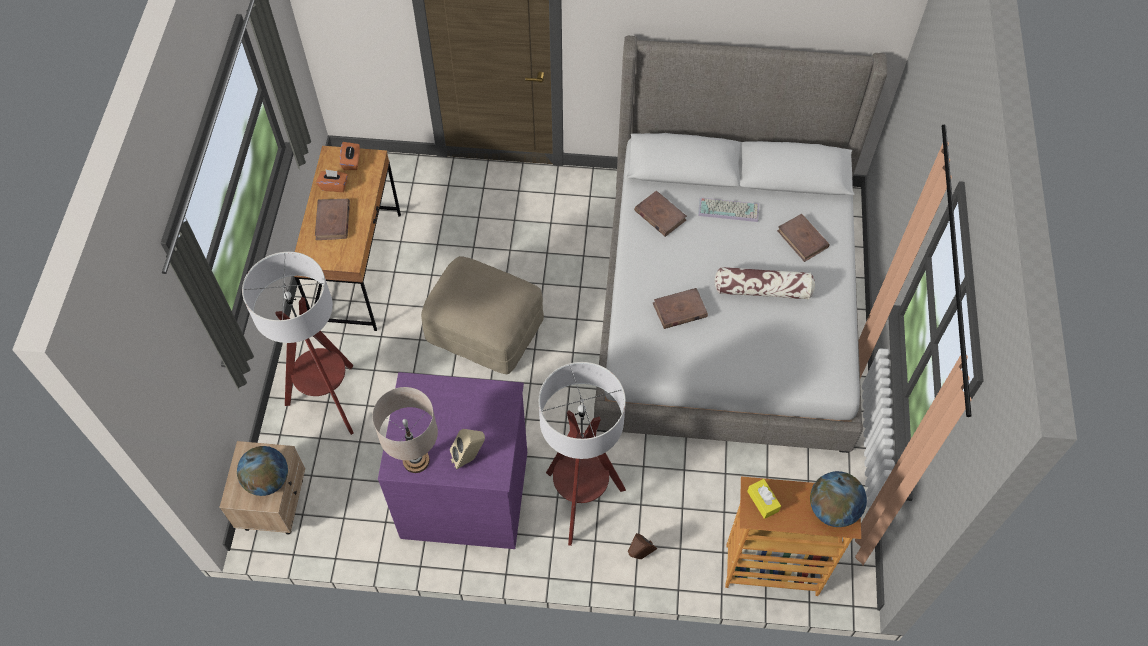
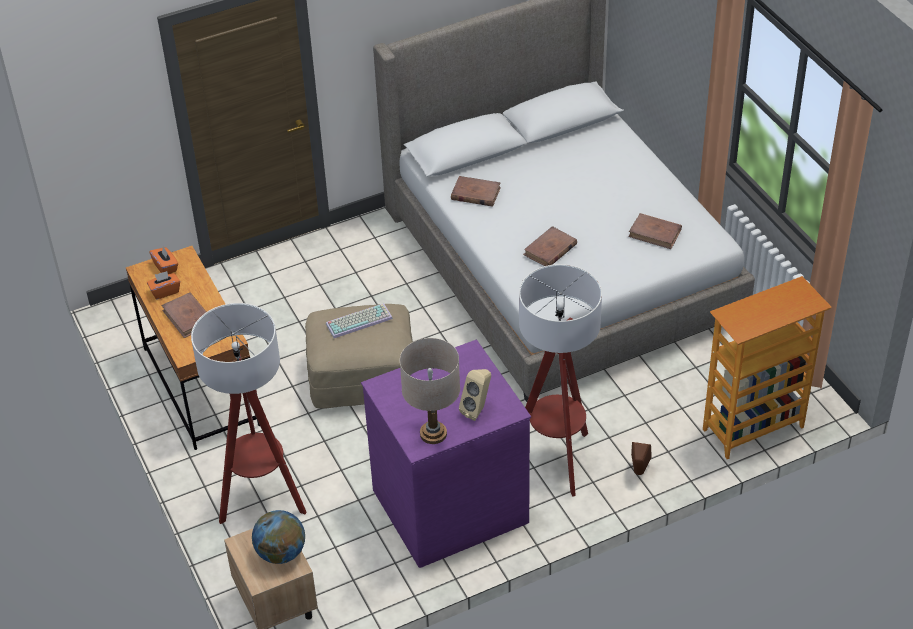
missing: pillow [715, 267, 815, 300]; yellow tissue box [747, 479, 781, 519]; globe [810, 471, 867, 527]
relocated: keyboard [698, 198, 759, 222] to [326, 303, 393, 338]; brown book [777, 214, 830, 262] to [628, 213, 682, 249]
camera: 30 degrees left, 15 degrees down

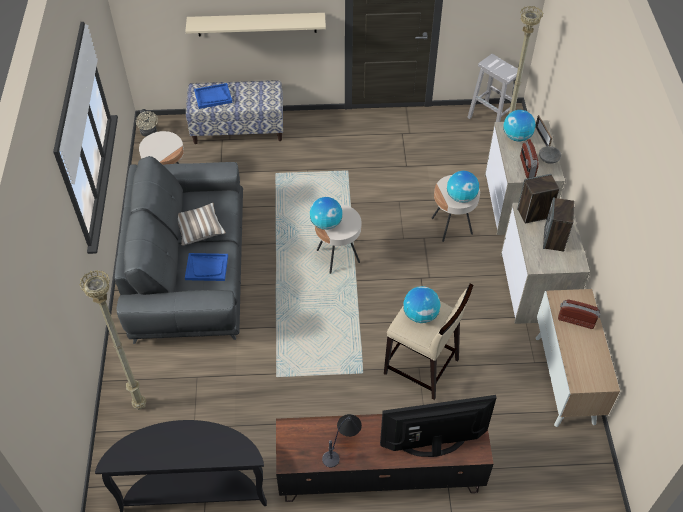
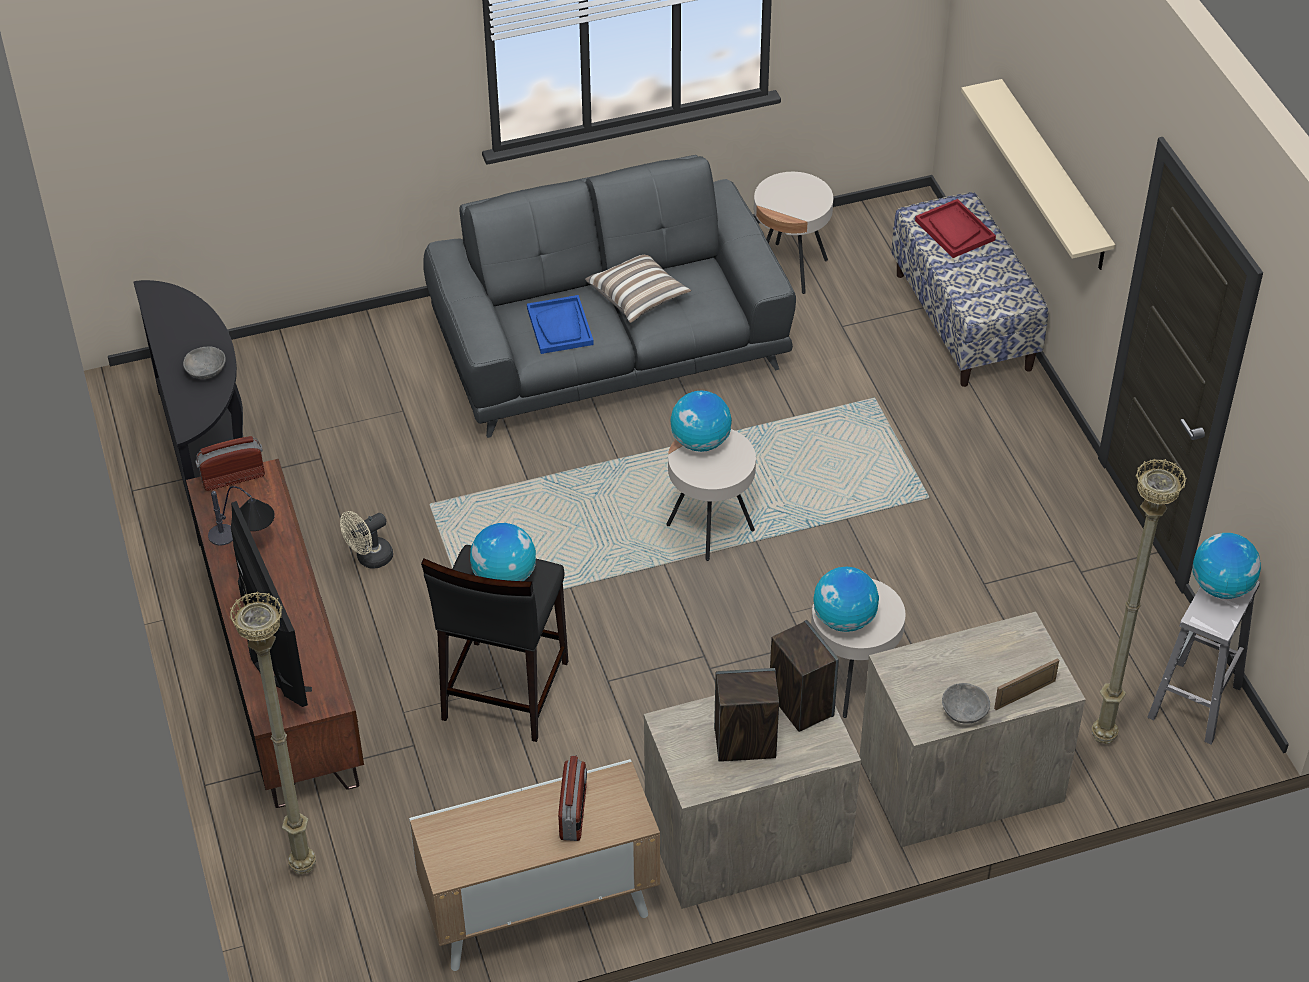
appeared: grey bowl [183, 347, 226, 379]
relocated: beige floor lamp [79, 270, 146, 410] to [229, 591, 316, 874]; beige fan [136, 109, 158, 136] to [340, 511, 393, 568]; globe [503, 110, 536, 141] to [1192, 533, 1261, 599]; radio [520, 139, 539, 178] to [195, 436, 265, 491]
colour: blue tray [194, 83, 232, 109] to red tray [915, 199, 996, 258]; beige stool [384, 283, 473, 400] to black stool [421, 545, 568, 742]
camera: 75 degrees right, 5 degrees down

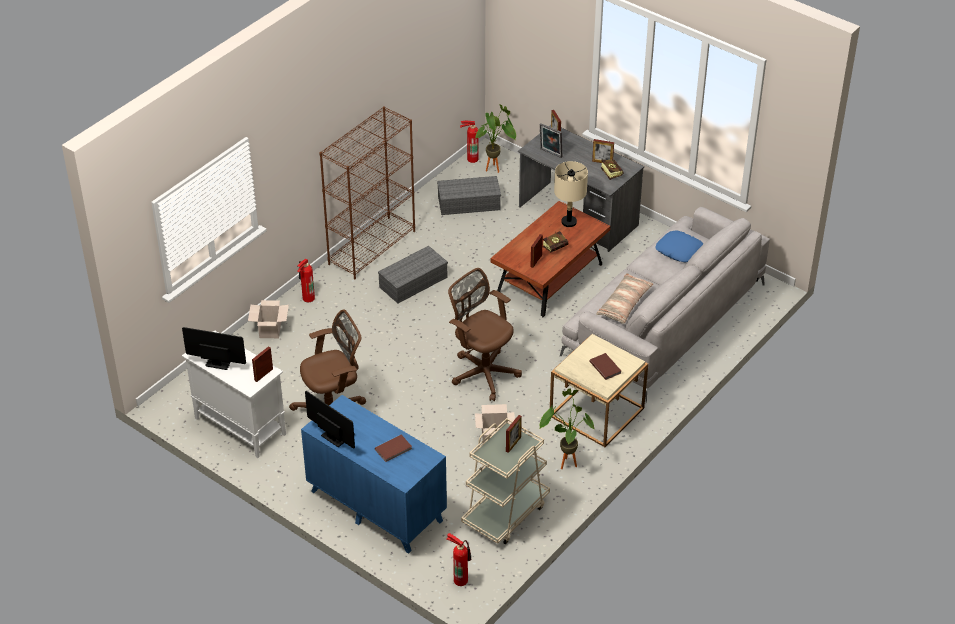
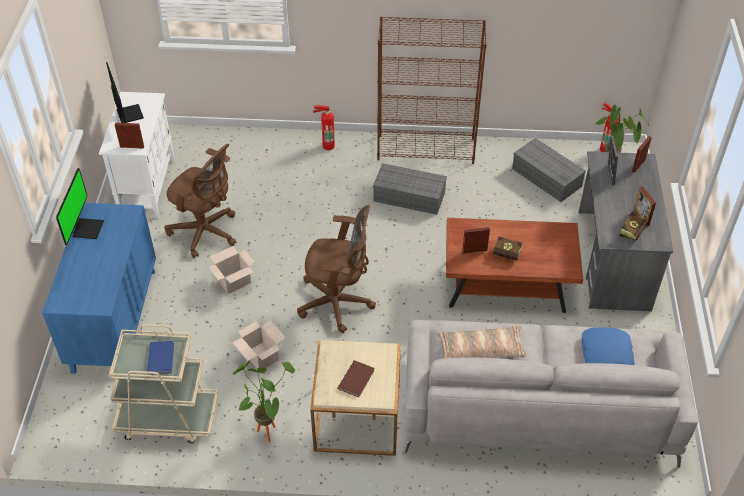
missing: brown book [375, 435, 412, 462]; fire extinguisher [446, 533, 471, 586]; beige table lamp [554, 161, 588, 227]
relocated: cardboard box [248, 300, 289, 338] to [209, 246, 255, 294]
exchanged: picture frame [506, 415, 522, 453] to blue book [147, 341, 174, 374]
spun: brown office chair [448, 268, 522, 401] = [297, 205, 376, 333] 90 degrees clockwise
camera: 55 degrees right, 5 degrees up

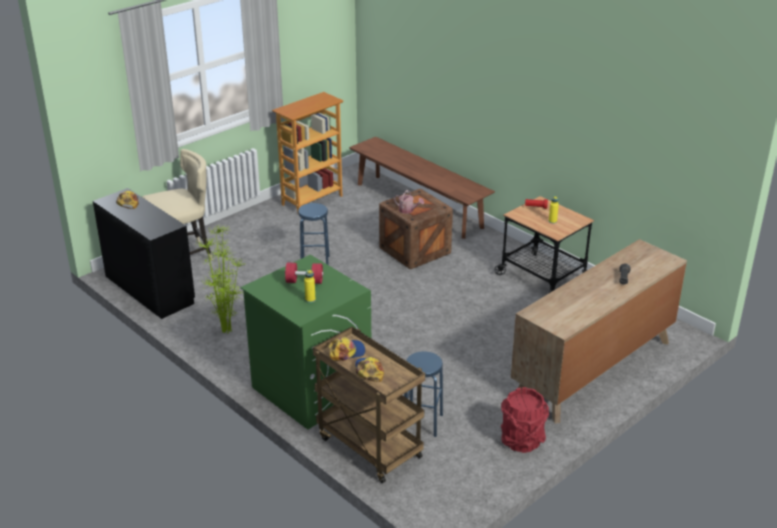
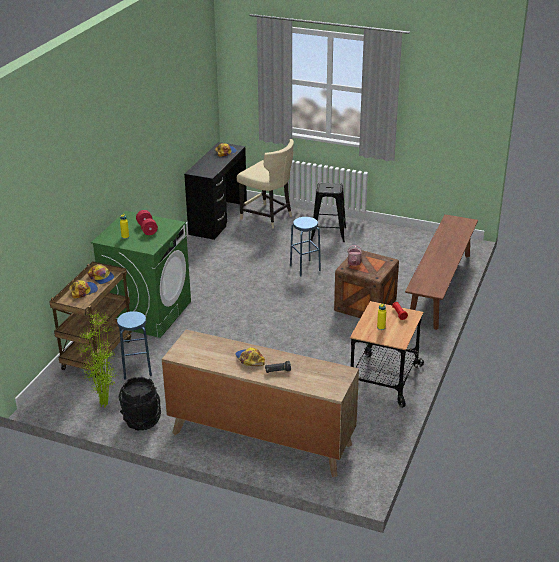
missing: bookcase [272, 92, 344, 215]
appeared: cap [235, 347, 265, 366]; black stool [311, 182, 346, 242]
relocated: potted plant [197, 225, 244, 334] to [77, 309, 116, 408]
colour: red bucket [501, 387, 549, 453] to black bucket [119, 377, 161, 430]
camera: 65 degrees right, 0 degrees up

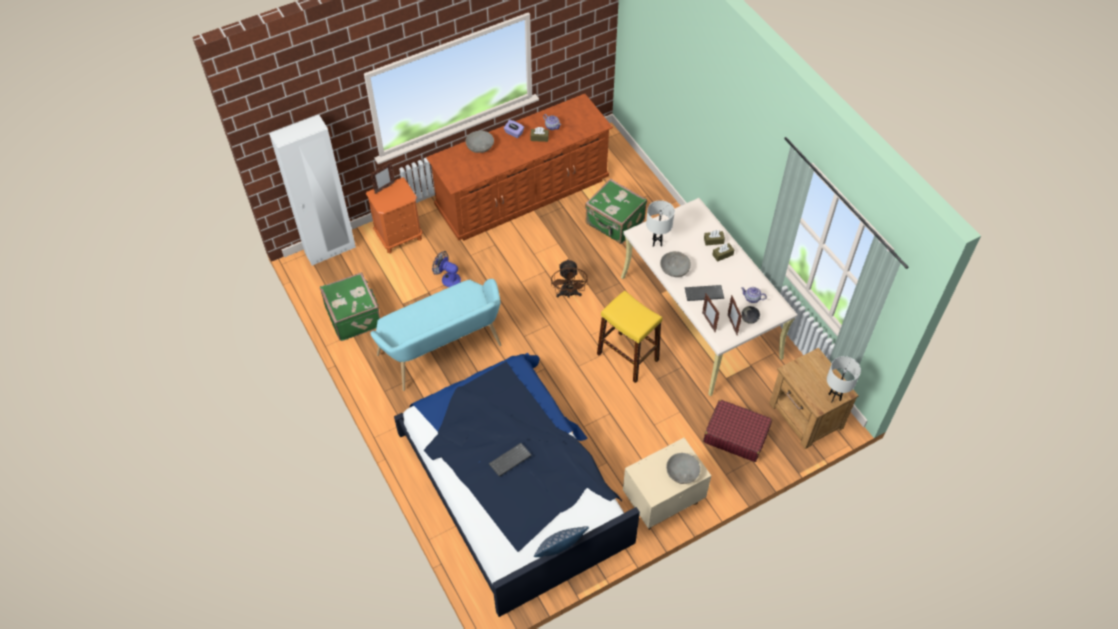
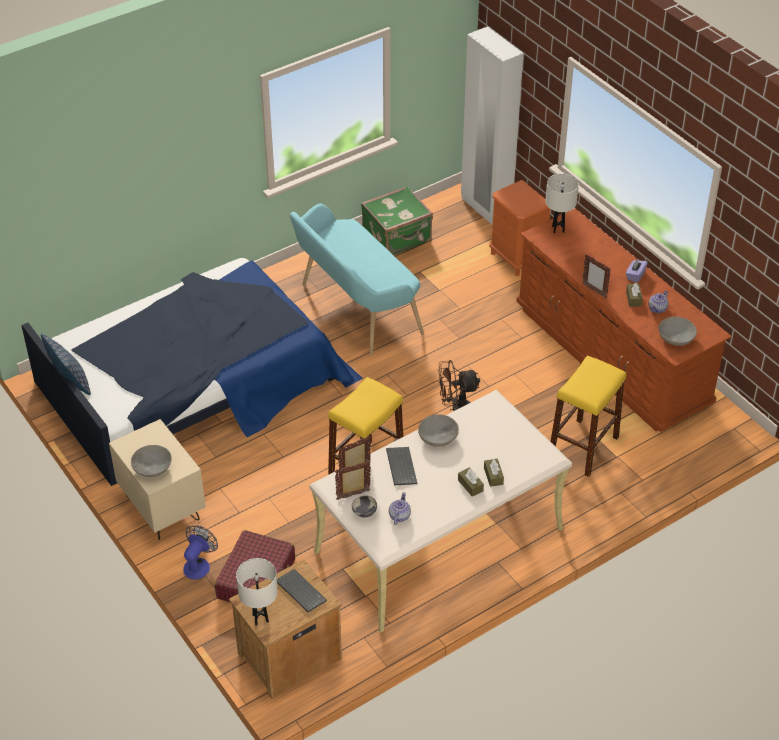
relocated: picture frame [370, 162, 395, 194] to [582, 254, 611, 298]; fan [432, 251, 461, 287] to [183, 525, 218, 580]; grey bowl [466, 131, 494, 153] to [659, 317, 697, 346]; keyboard [489, 443, 532, 477] to [277, 569, 327, 612]; white table lamp [646, 200, 675, 247] to [545, 173, 579, 233]
exchanged: green suitcase [585, 179, 647, 244] to yellow stool [550, 355, 626, 477]
camera: 85 degrees right, 10 degrees down

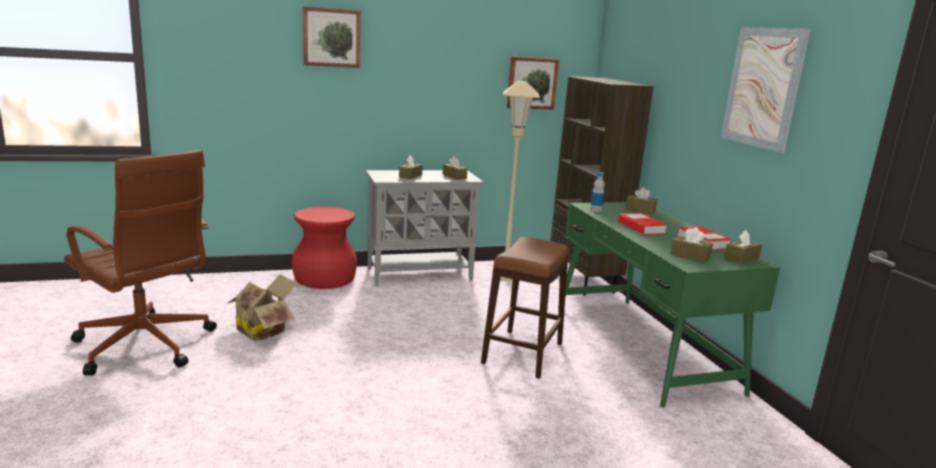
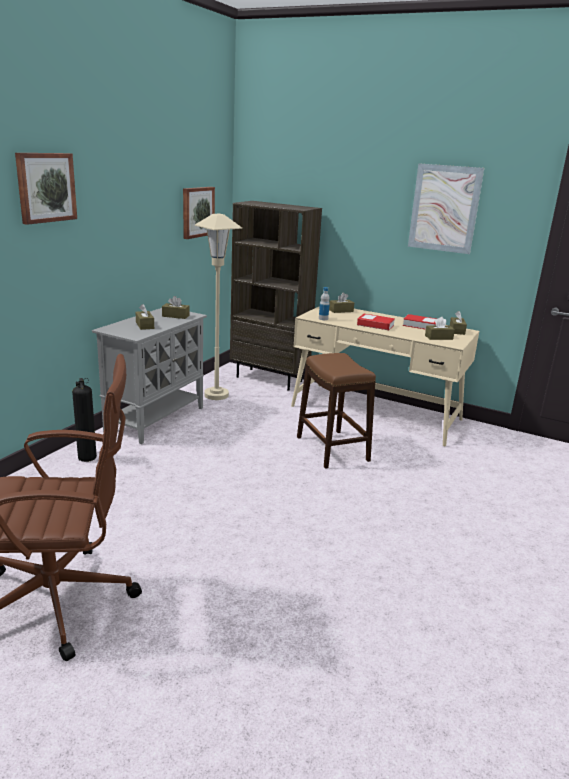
missing: cardboard box [226, 275, 298, 341]
exchanged: red stool [292, 206, 357, 289] to fire extinguisher [72, 378, 97, 462]
colour: green desk [558, 202, 780, 408] to beige desk [291, 306, 479, 446]
camera: 45 degrees left, 5 degrees up

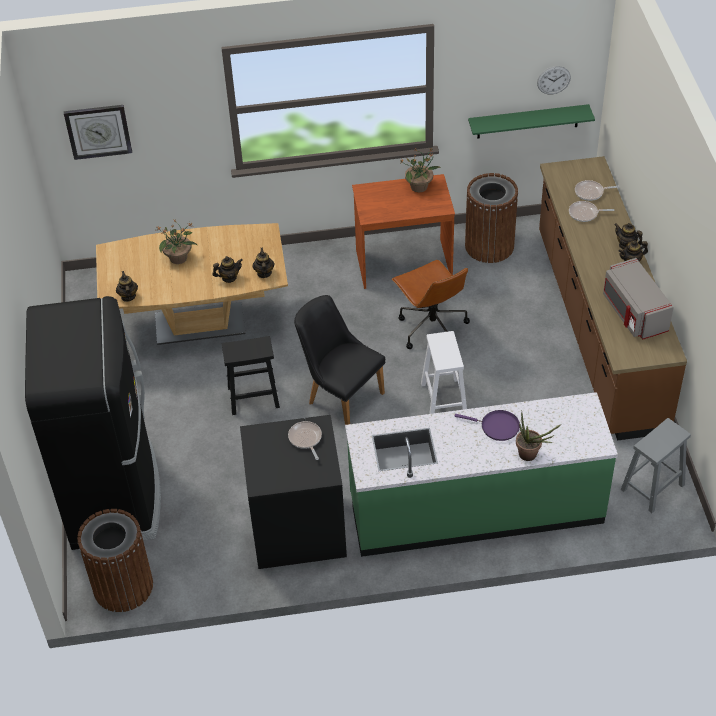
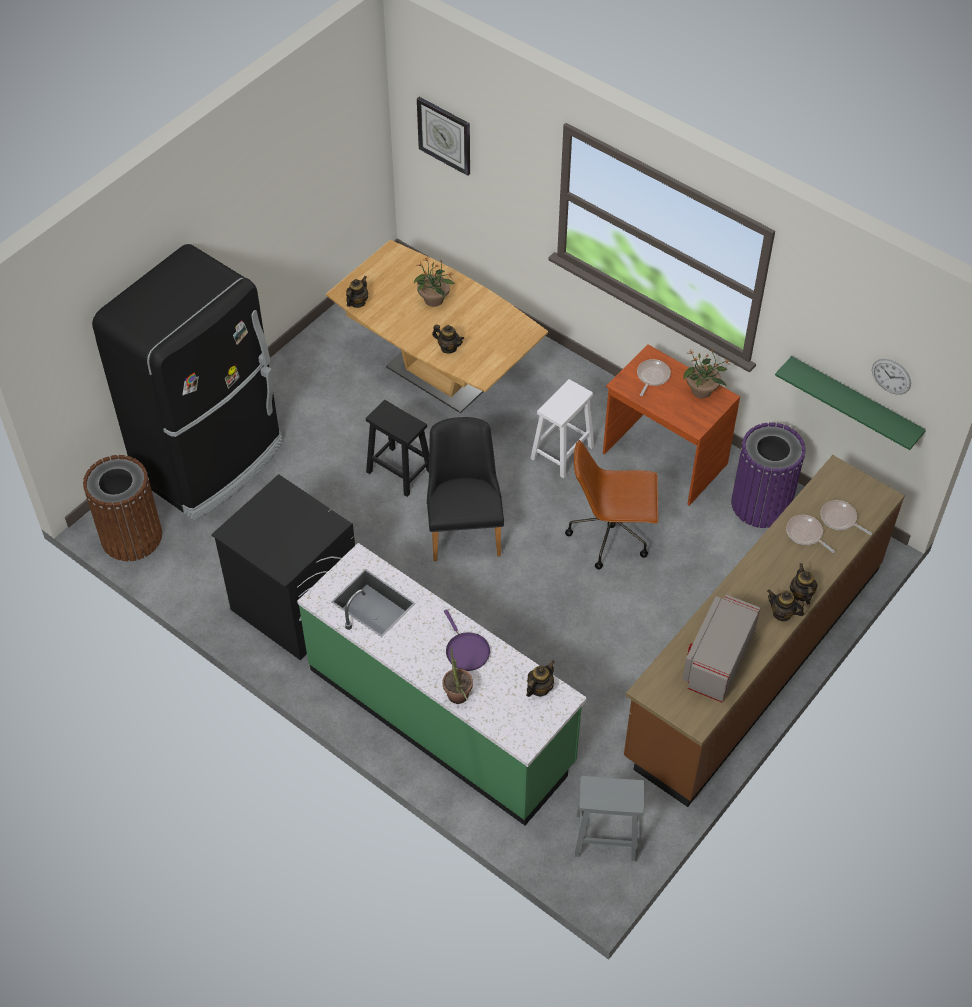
relocated: teapot [253, 248, 275, 278] to [526, 660, 555, 697]; frying pan [288, 421, 322, 460] to [637, 359, 671, 396]; white stool [421, 331, 467, 414] to [530, 379, 594, 478]
colour: brown trash can [465, 173, 518, 263] to purple trash can [731, 422, 806, 528]
spun: brown office chair [392, 260, 470, 349] = [565, 440, 658, 569] 75 degrees clockwise
camera: 45 degrees right, 5 degrees up

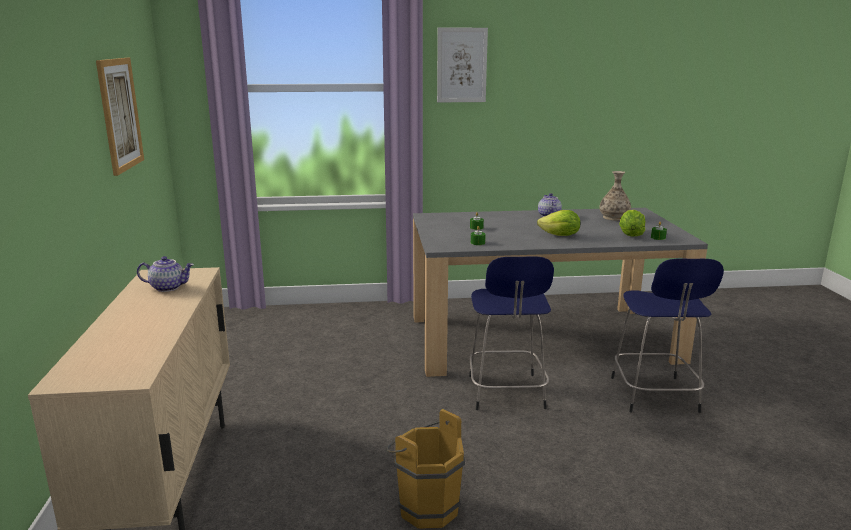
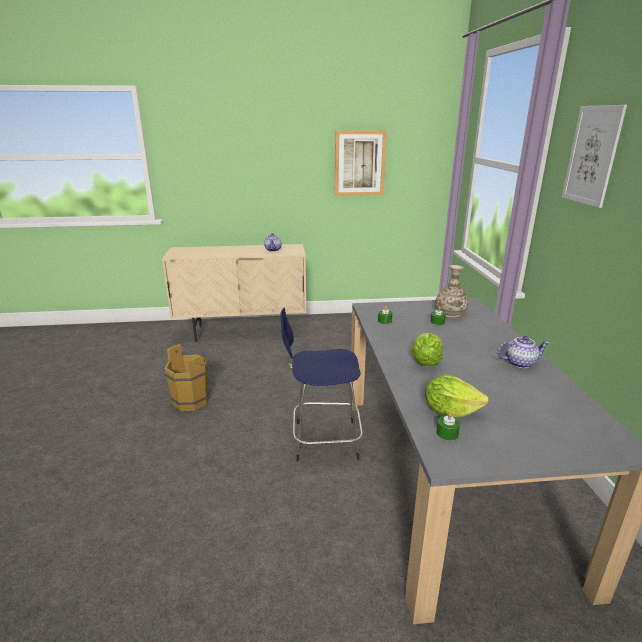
missing: blue stool [611, 259, 724, 413]
relocated: vase [599, 171, 631, 221] to [435, 265, 468, 318]
camera: 90 degrees right, 5 degrees up

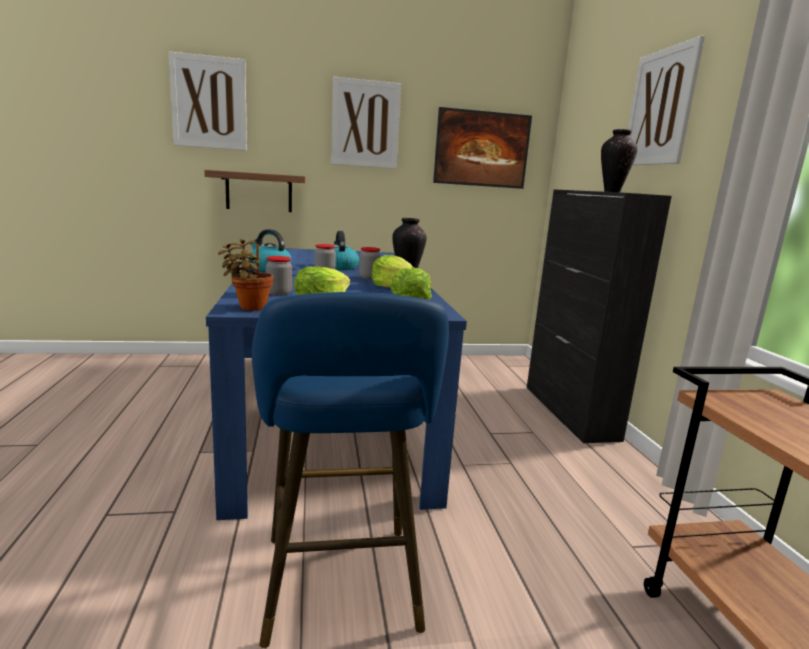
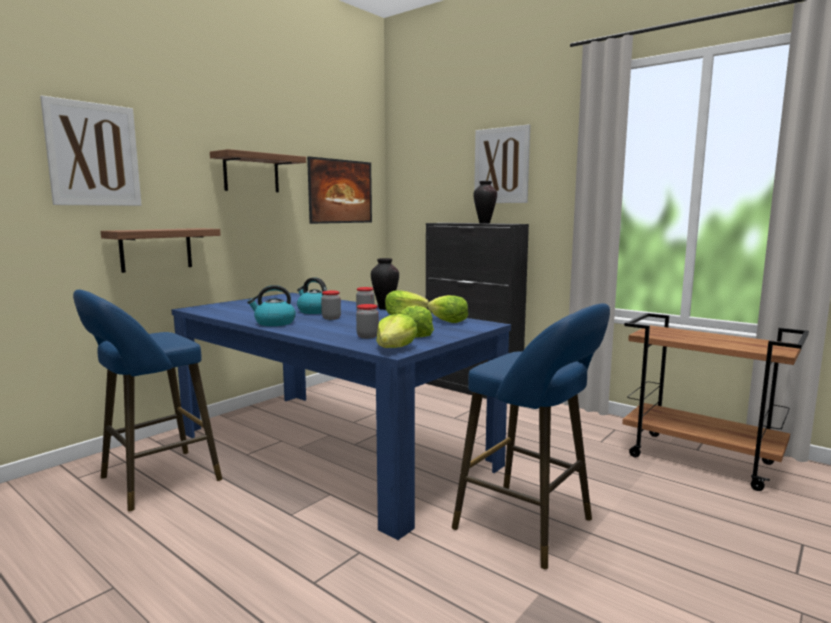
appeared: blue stool [73, 289, 222, 511]
exchanged: potted plant [218, 239, 274, 311] to lettuce [376, 313, 418, 348]; picture [331, 77, 401, 169] to shelf [210, 149, 306, 192]
camera: 40 degrees left, 5 degrees down

